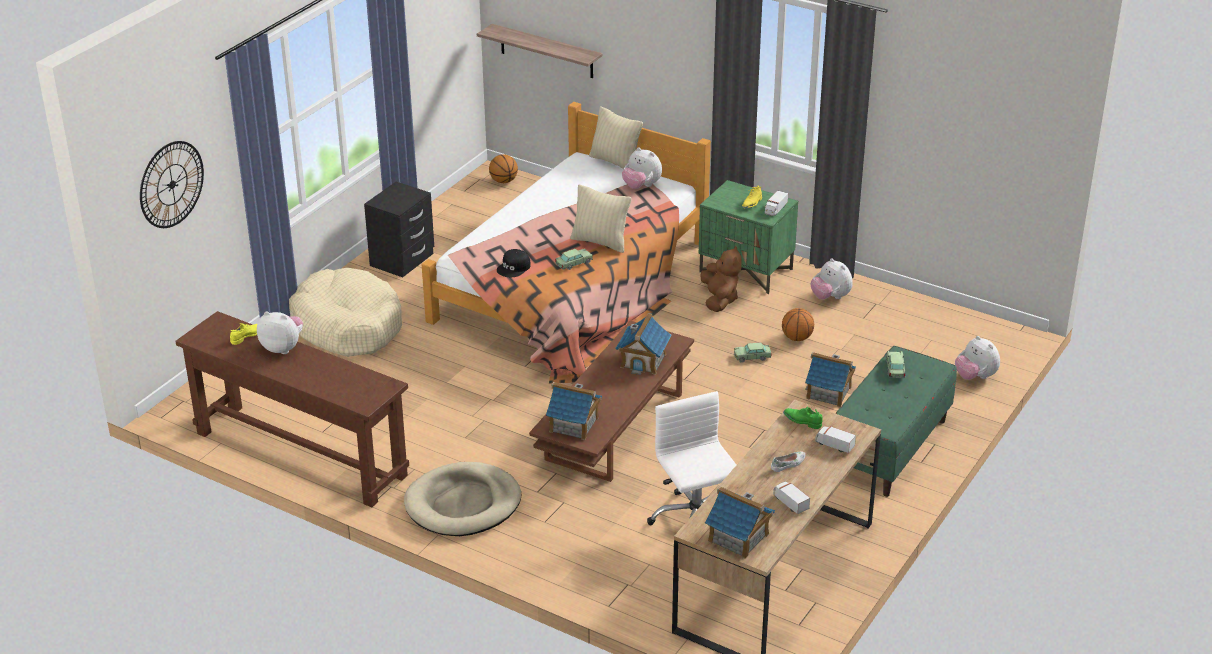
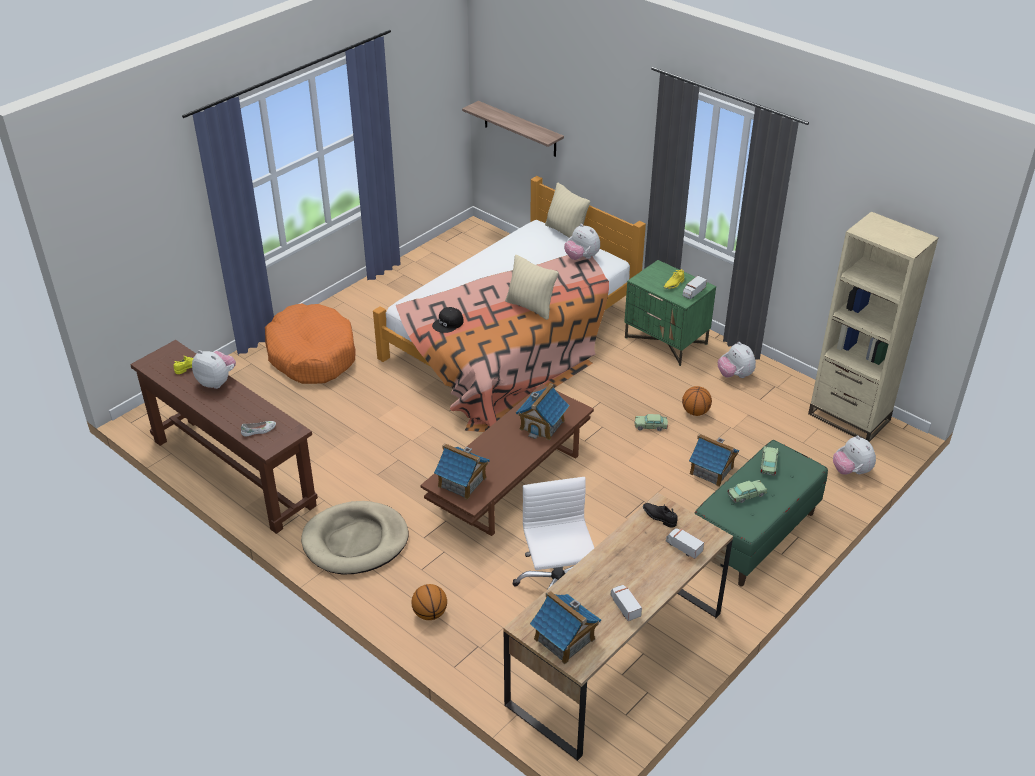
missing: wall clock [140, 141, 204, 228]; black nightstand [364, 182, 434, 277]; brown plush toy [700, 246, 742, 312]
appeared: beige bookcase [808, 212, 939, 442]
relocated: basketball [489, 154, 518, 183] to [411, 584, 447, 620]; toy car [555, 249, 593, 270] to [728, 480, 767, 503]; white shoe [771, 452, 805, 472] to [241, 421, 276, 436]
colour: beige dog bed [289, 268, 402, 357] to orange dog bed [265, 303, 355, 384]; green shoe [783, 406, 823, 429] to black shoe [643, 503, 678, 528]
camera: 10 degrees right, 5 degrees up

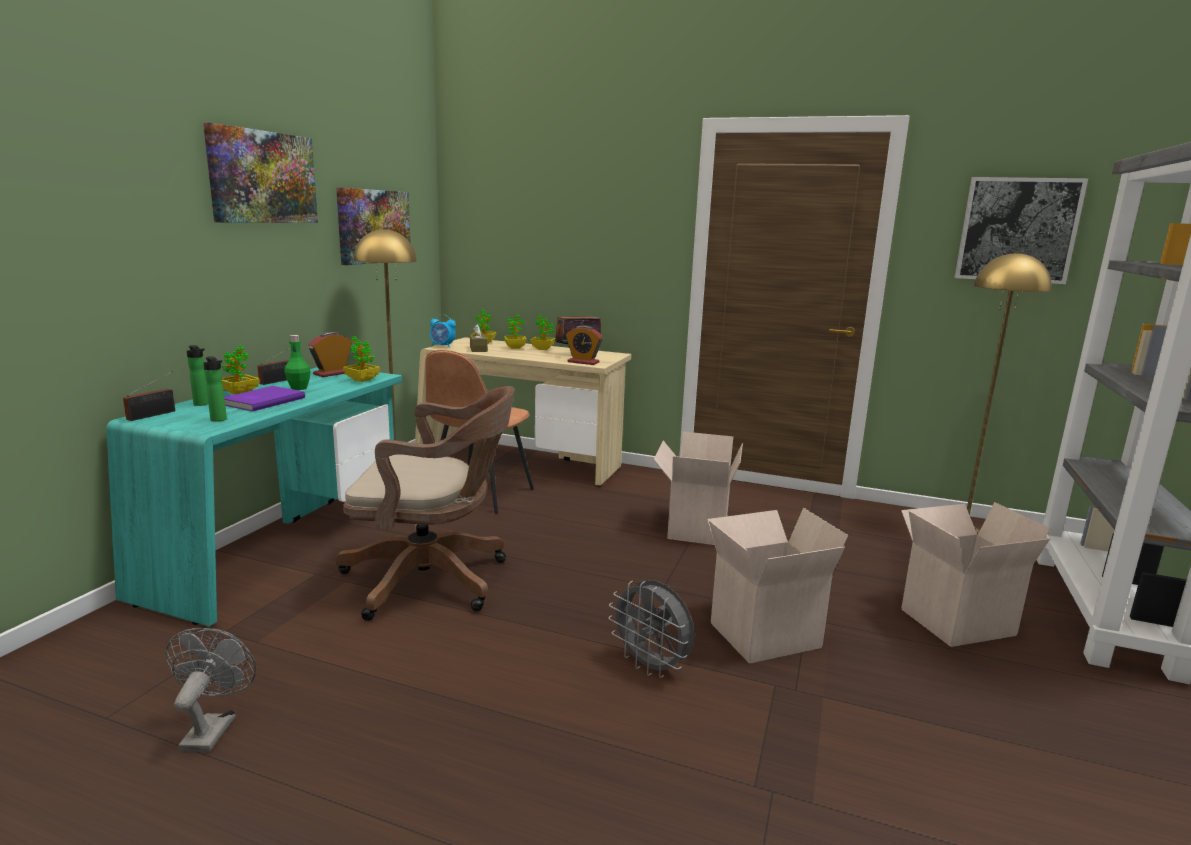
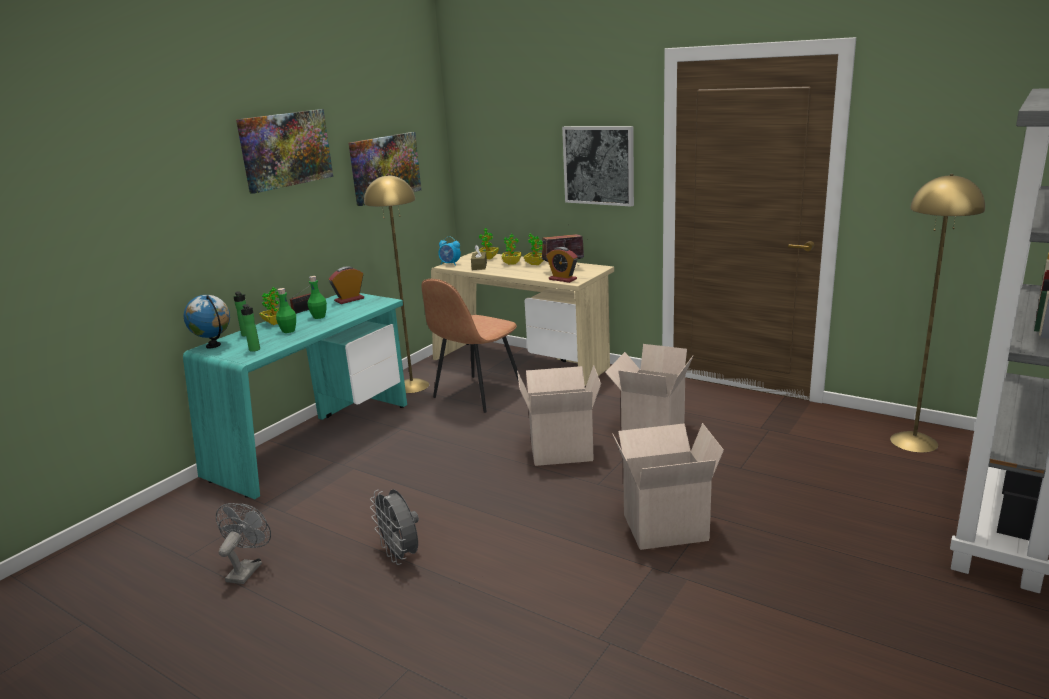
missing: brown office chair [336, 386, 515, 621]; potted plant [343, 336, 380, 382]
relocated: grey fan [608, 580, 695, 678] to [370, 489, 419, 565]; cardboard box [901, 502, 1050, 647] to [517, 365, 601, 466]; picture [954, 177, 1088, 284] to [562, 126, 634, 207]
exchanged: radio [123, 372, 175, 421] to globe [184, 295, 230, 349]; purple book [224, 386, 305, 411] to green bottle [276, 288, 296, 333]
camera: 15 degrees right, 5 degrees up

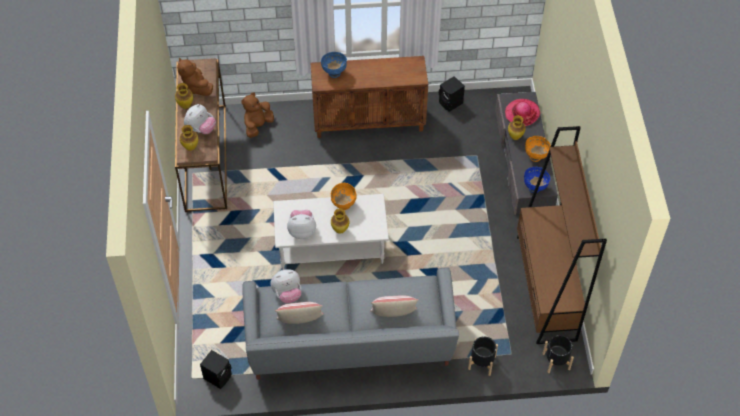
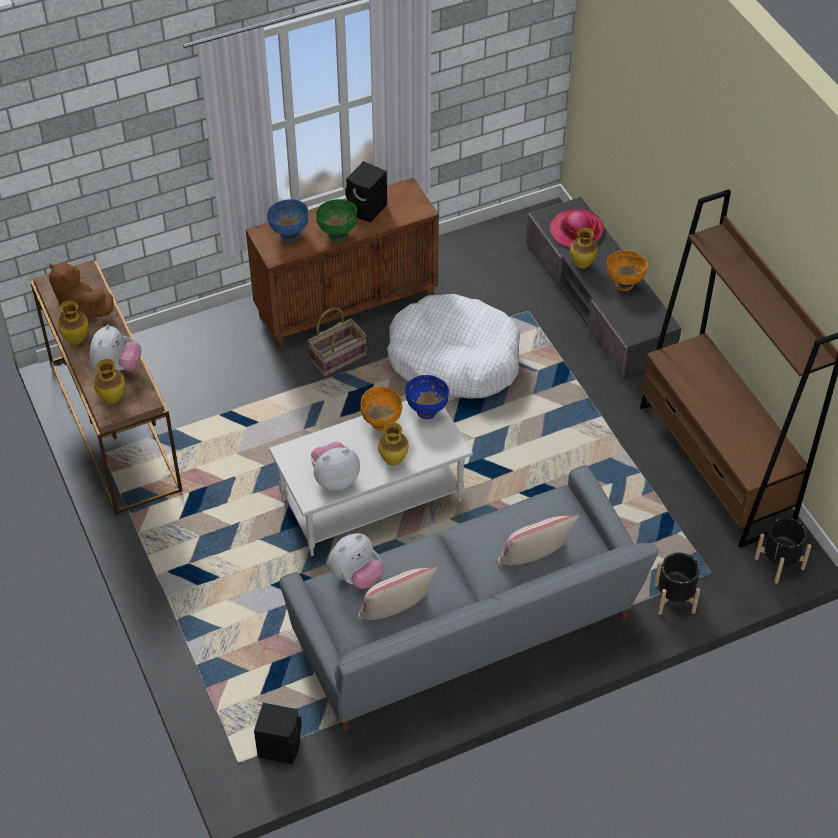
missing: brown plush toy [241, 92, 274, 138]
appeared: basket [308, 307, 367, 377]; green bowl [316, 199, 357, 241]; white dog bed [387, 294, 520, 398]
relocated: black speaker [439, 76, 465, 112] to [345, 161, 387, 222]; blue bowl [524, 167, 550, 193] to [405, 375, 449, 419]
camera: 20 degrees left, 5 degrees down

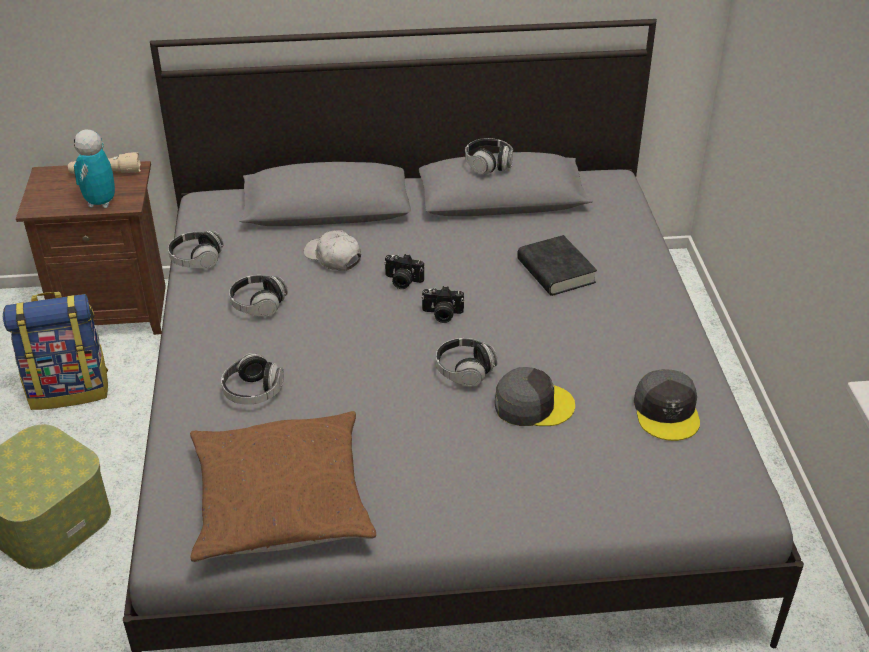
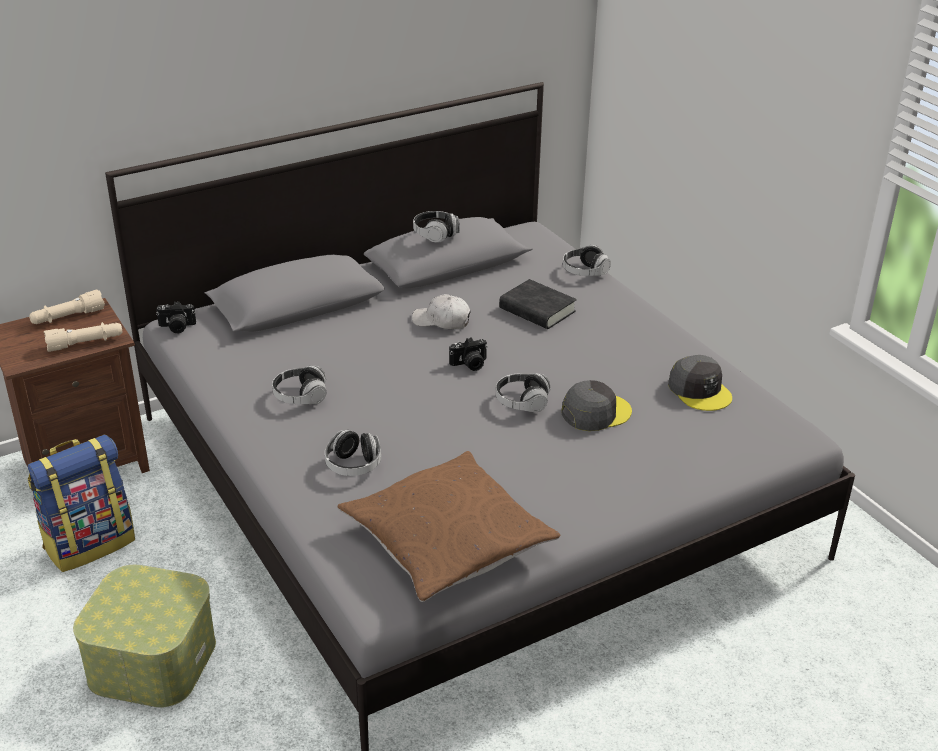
relocated: headphones [168, 231, 223, 269] to [563, 245, 611, 276]; white cap [304, 230, 361, 271] to [412, 294, 471, 330]; photo camera [384, 254, 424, 289] to [156, 301, 196, 333]
exchanged: toy robot [74, 130, 115, 208] to beige flashlight [44, 322, 123, 352]
camera: 25 degrees left, 5 degrees down

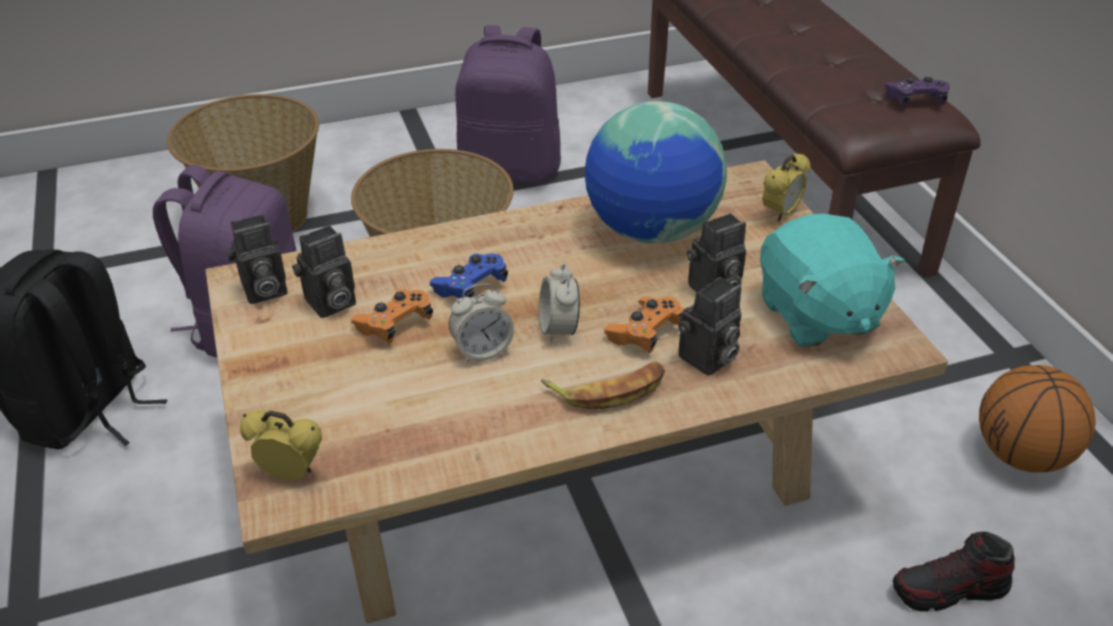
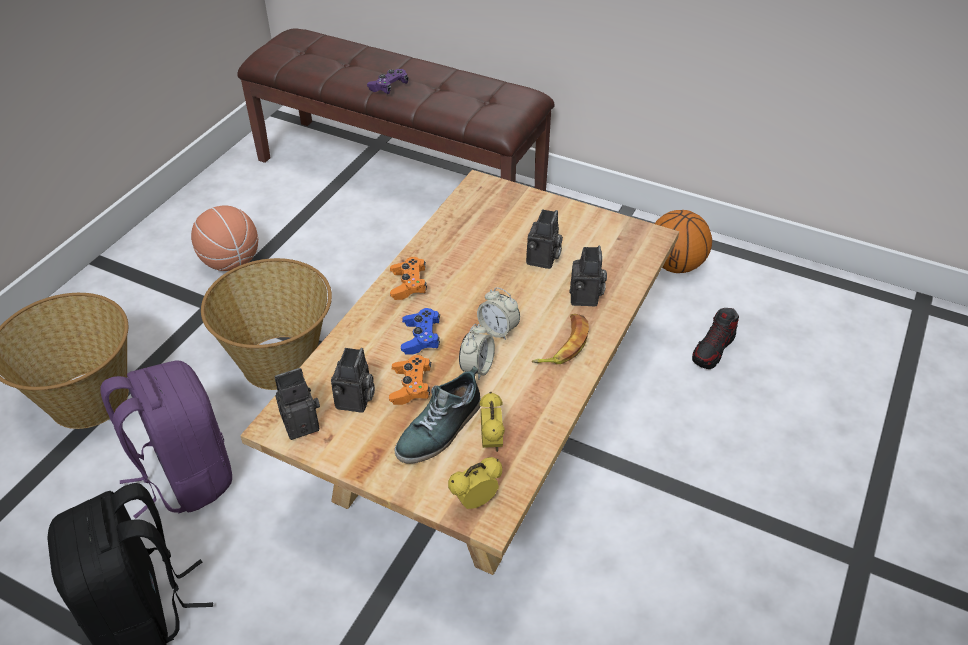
missing: globe [585, 101, 727, 244]; turquoise plush toy [760, 214, 905, 348]
appeared: shoe [395, 366, 480, 464]
relocated: orange game controller [604, 297, 684, 353] to [390, 257, 427, 300]; alarm clock [762, 153, 810, 221] to [480, 392, 505, 452]; purple game controller [884, 76, 950, 107] to [367, 69, 409, 94]
exchanged: purple backpack [455, 25, 561, 184] to basketball [191, 206, 258, 271]
spun: photo camera [226, 214, 287, 304] = [275, 368, 320, 440] 135 degrees counterclockwise
camera: 45 degrees left, 5 degrees up

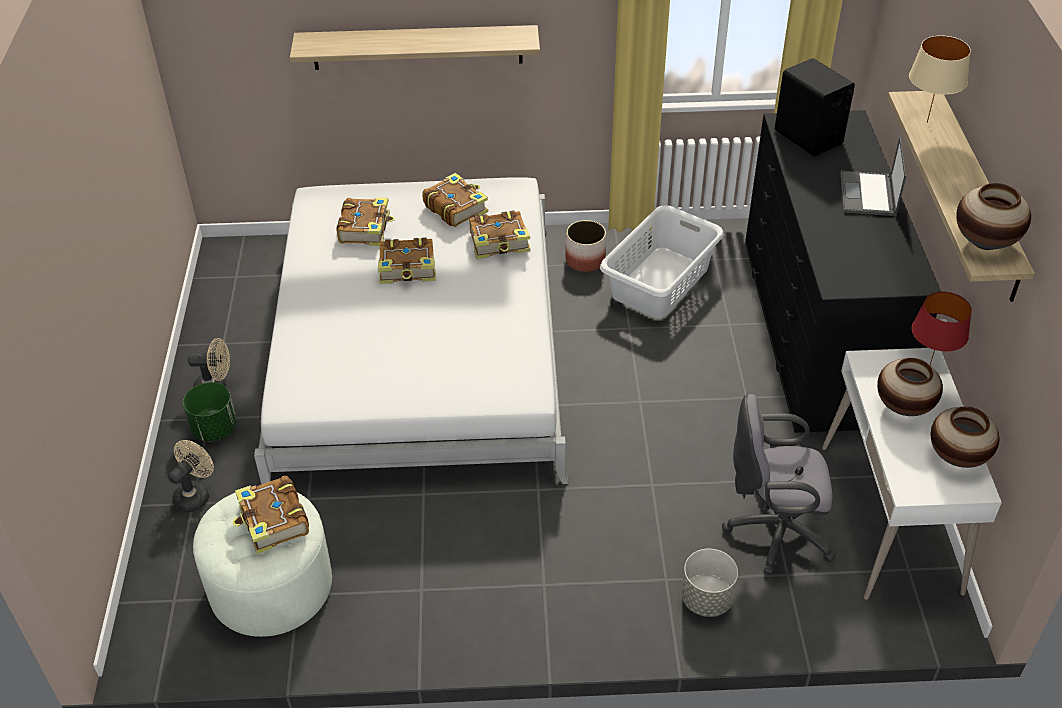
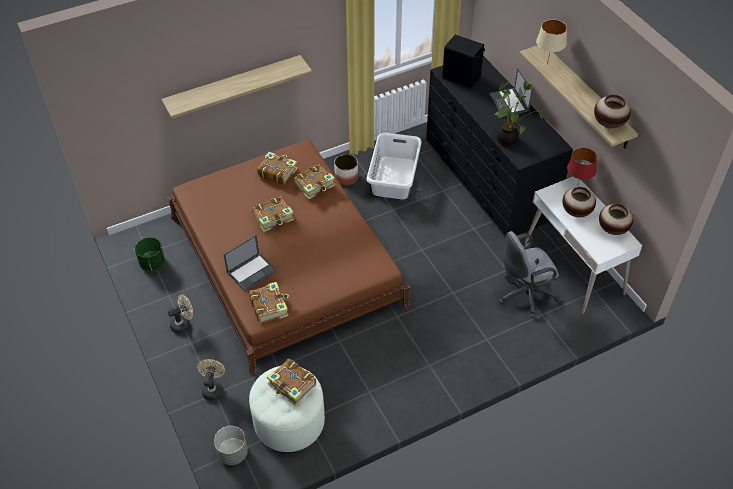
appeared: laptop [223, 235, 277, 291]; potted plant [495, 81, 542, 146]
relocated: green planter [183, 382, 237, 441] to [135, 237, 165, 271]; book [336, 197, 395, 246] to [249, 282, 289, 324]; grey planter [681, 549, 738, 617] to [214, 426, 248, 465]
colour: white bed [254, 177, 568, 485] to brown bed [168, 140, 411, 375]
camera: 25 degrees left, 5 degrees up

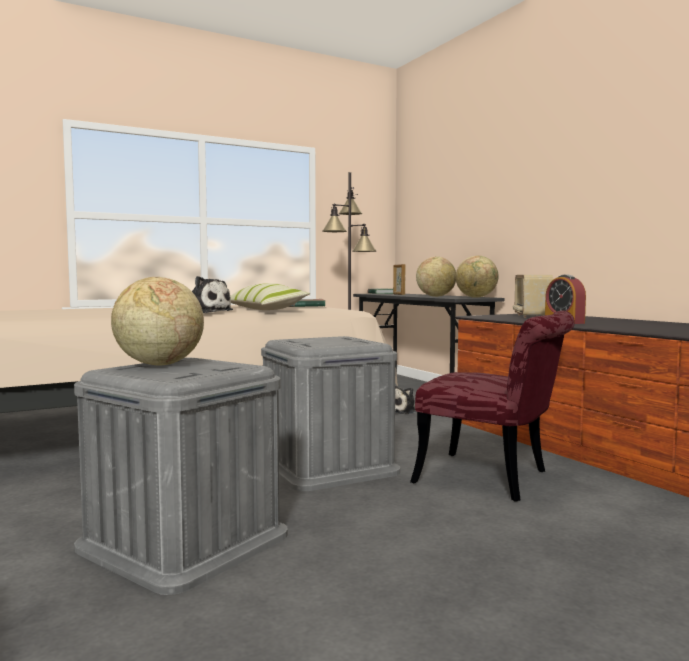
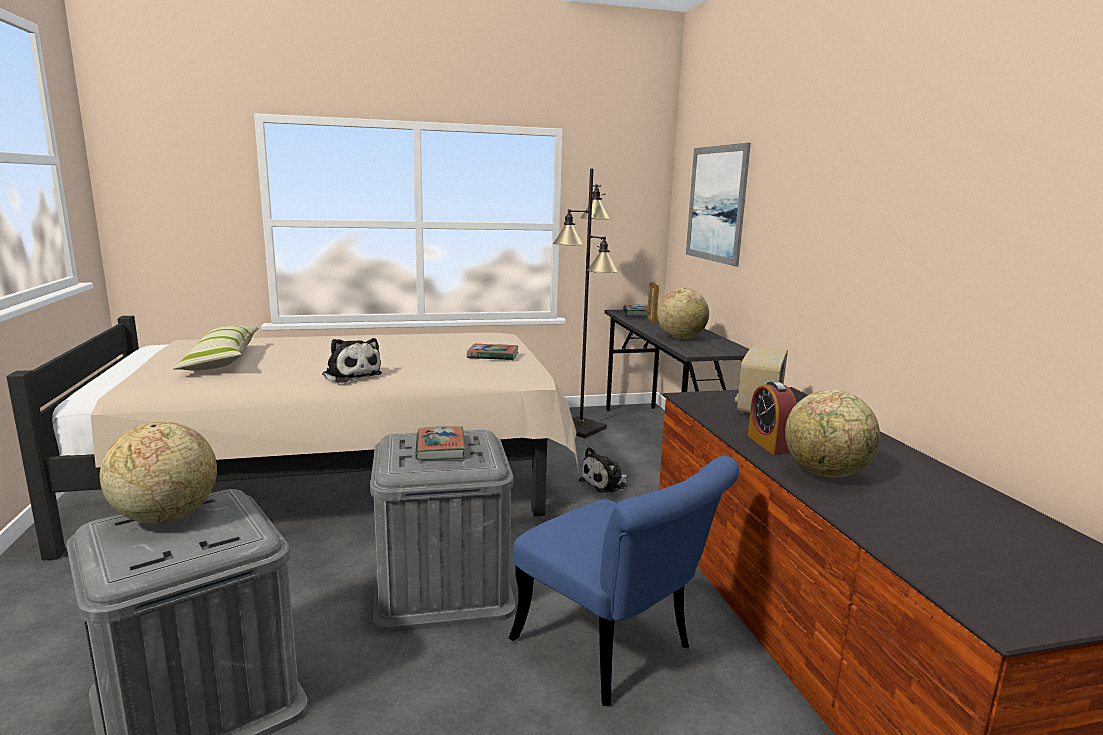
appeared: book [415, 426, 465, 461]; picture [686, 143, 751, 266]
relocated: pillow [230, 283, 310, 310] to [173, 326, 259, 371]; globe [456, 255, 498, 298] to [785, 390, 880, 478]
colour: red chair [410, 310, 575, 502] to blue chair [509, 456, 739, 706]
camera: 15 degrees right, 10 degrees up

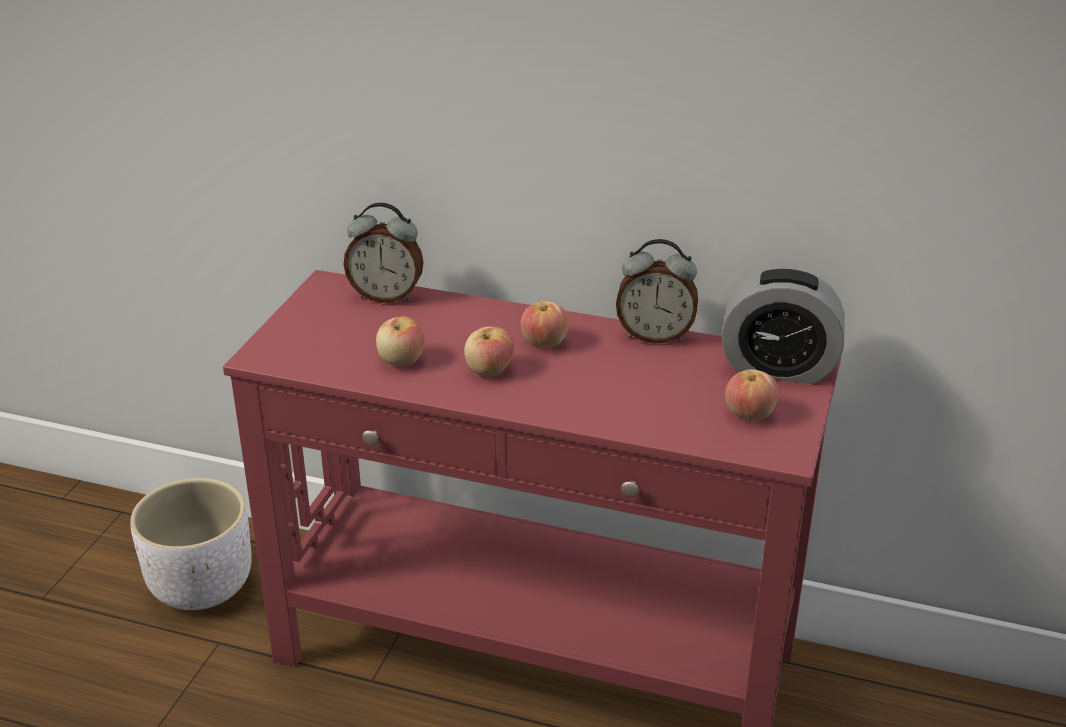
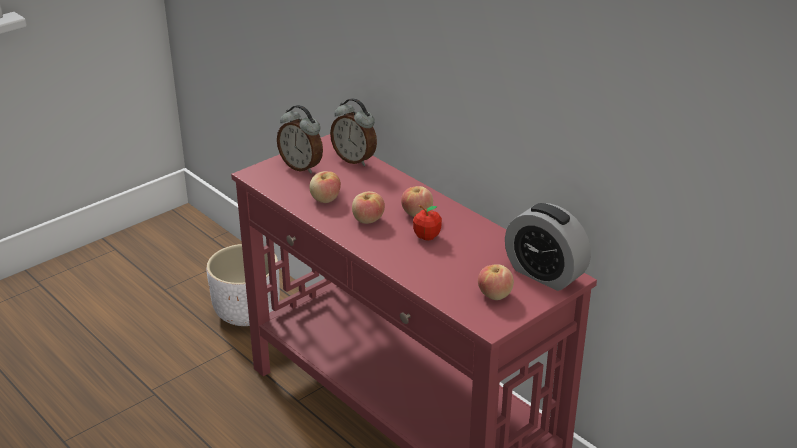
appeared: apple [413, 205, 442, 240]
relocated: alarm clock [616, 239, 698, 343] to [277, 105, 323, 174]
camera: 30 degrees right, 0 degrees up

